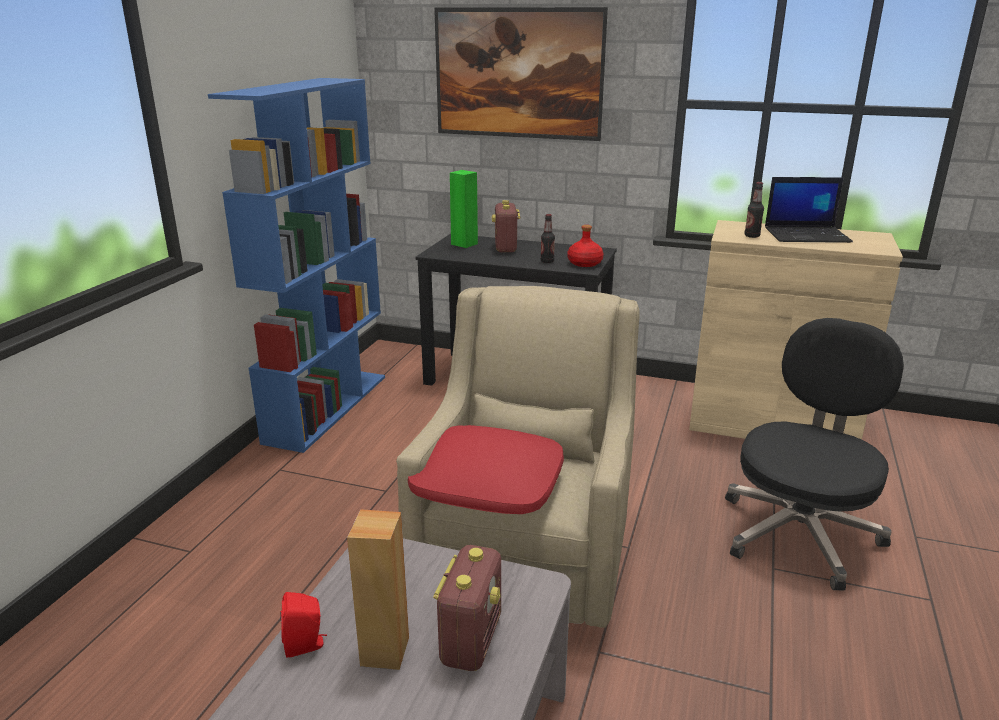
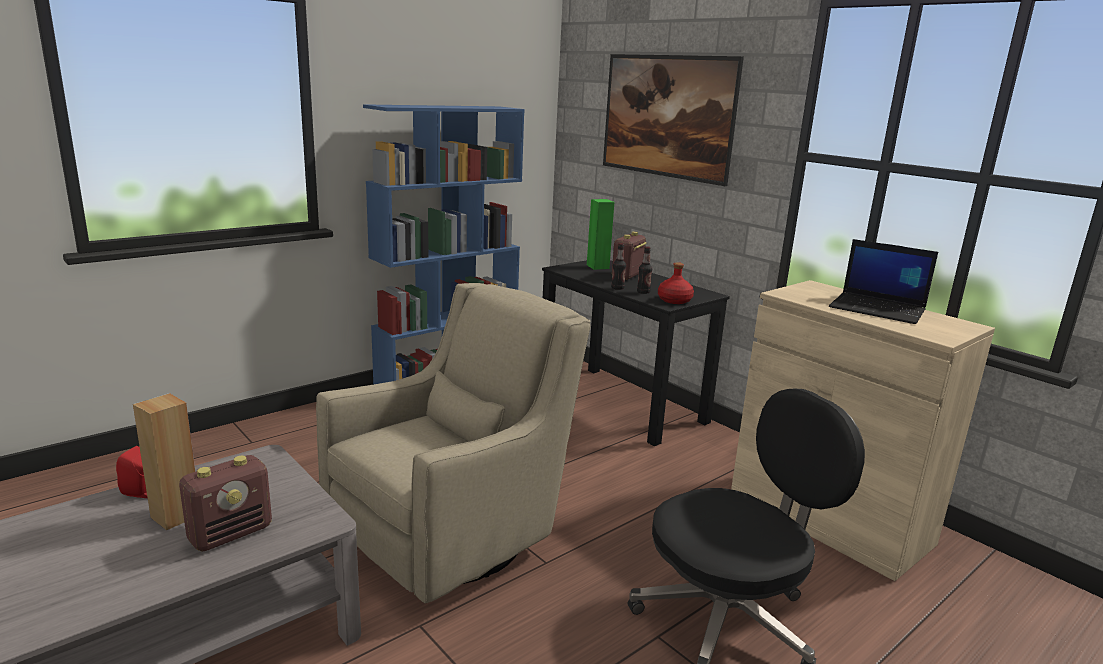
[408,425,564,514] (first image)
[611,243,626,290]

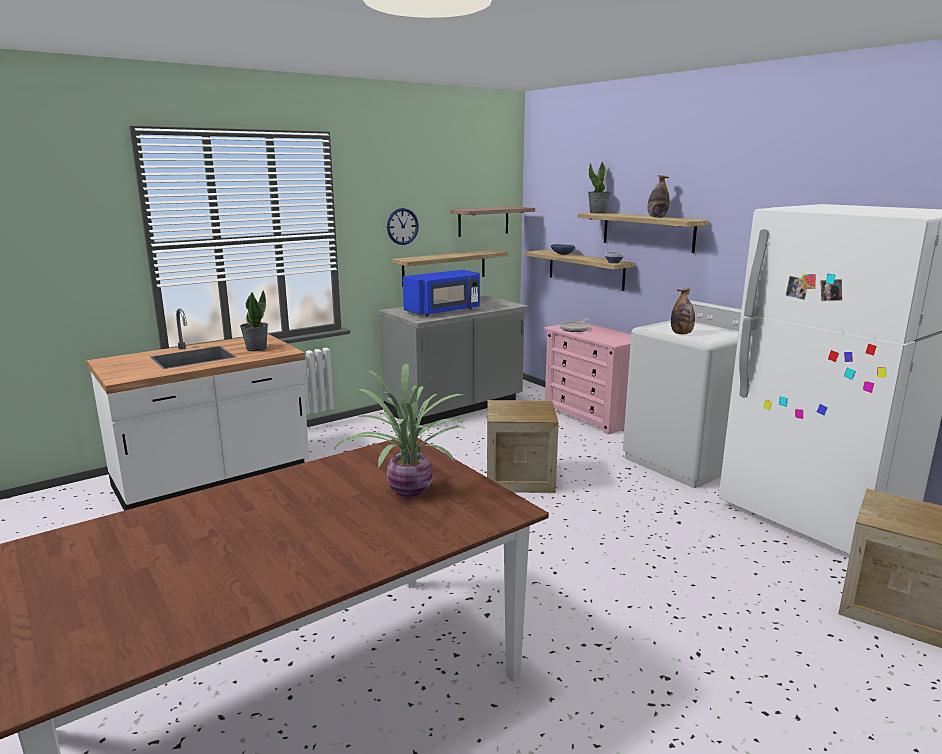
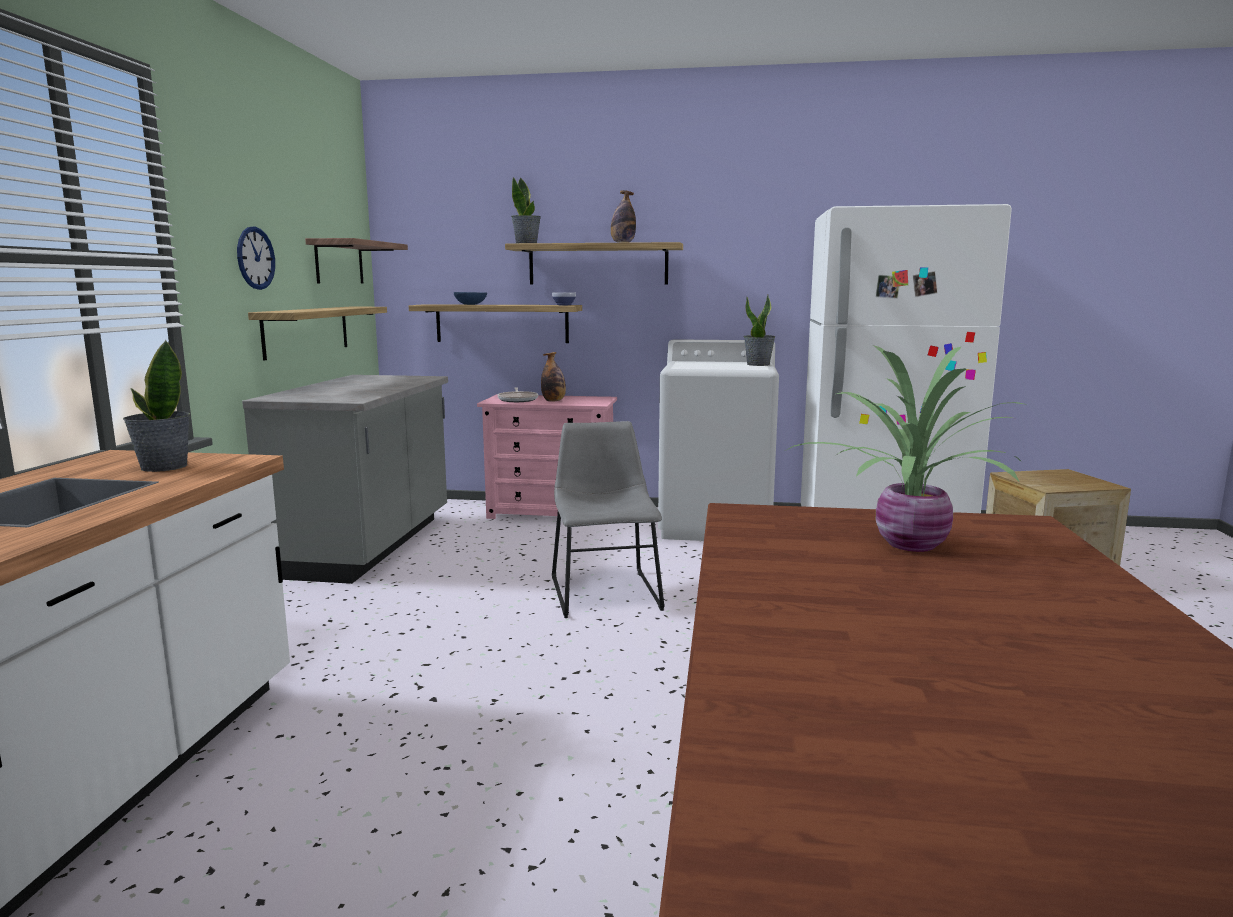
[403,270,480,316] (first image)
[744,295,775,366]
[541,352,566,402]
[552,421,665,618]

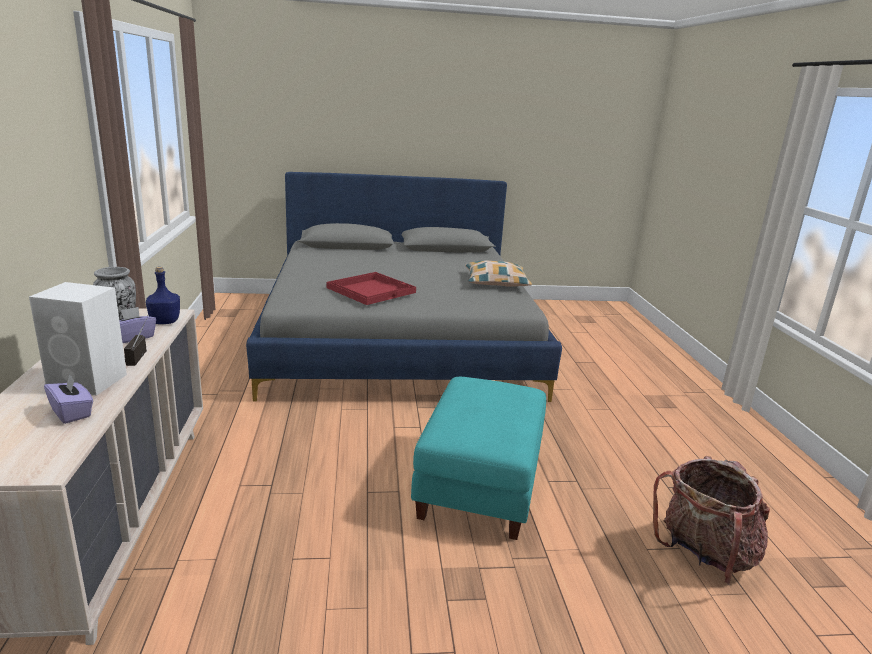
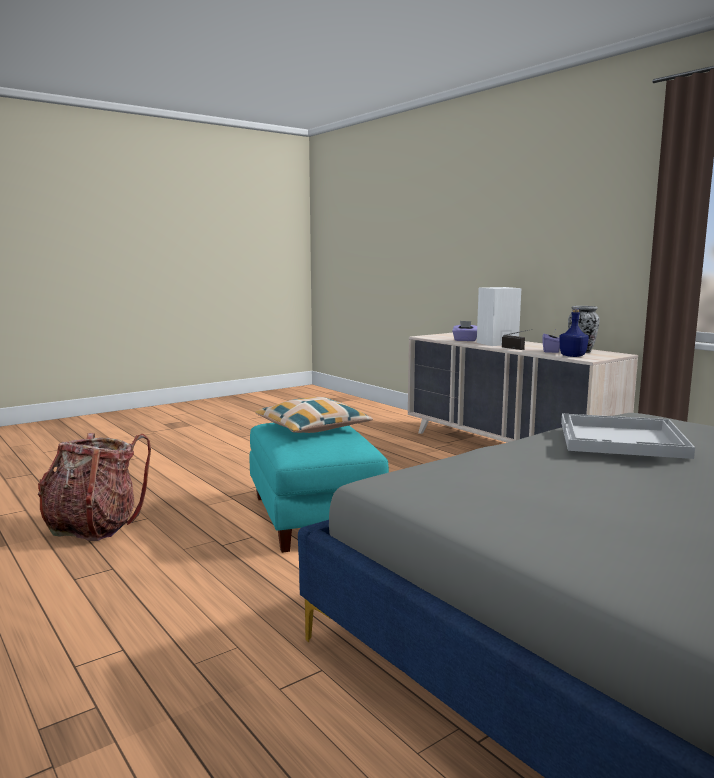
[255,397,373,433]
[561,414,695,459]

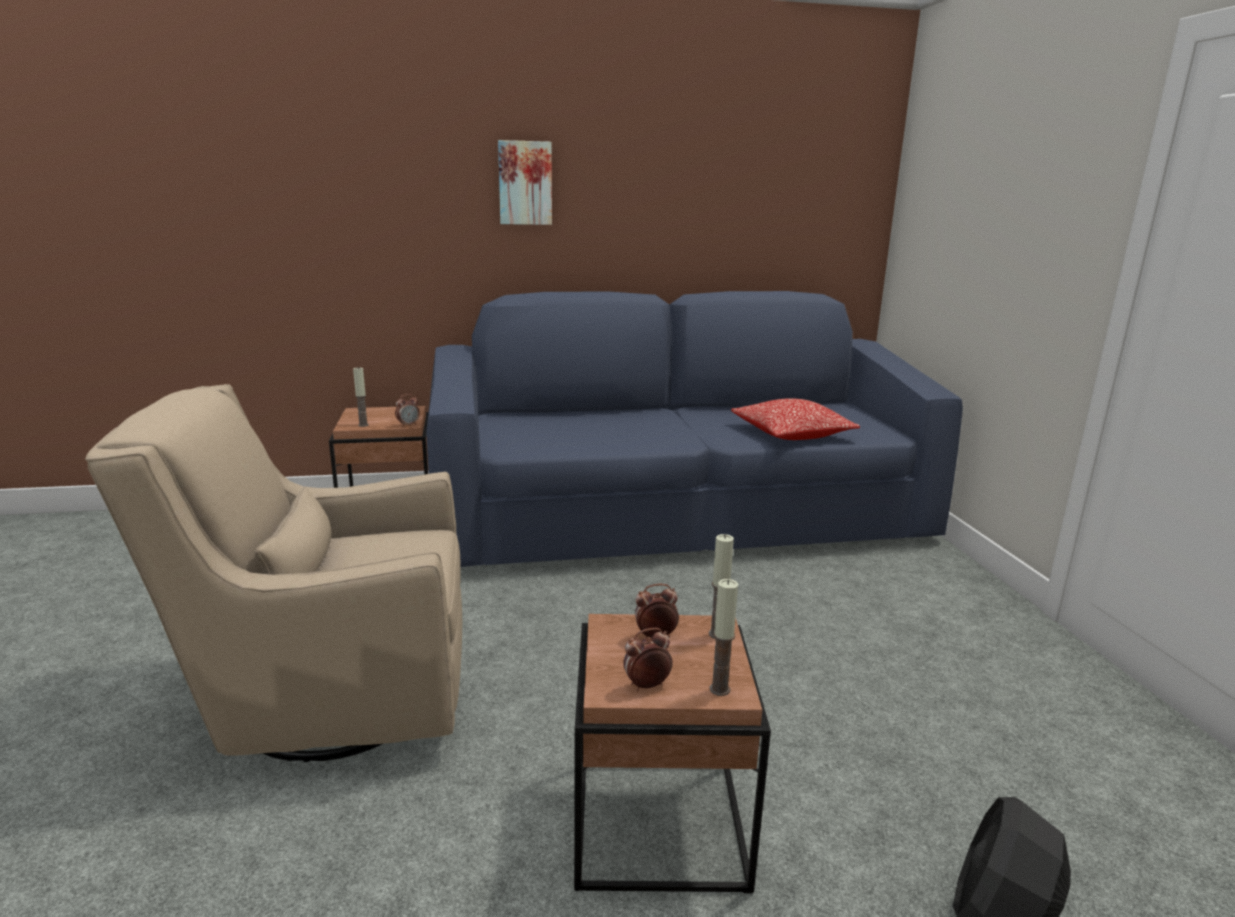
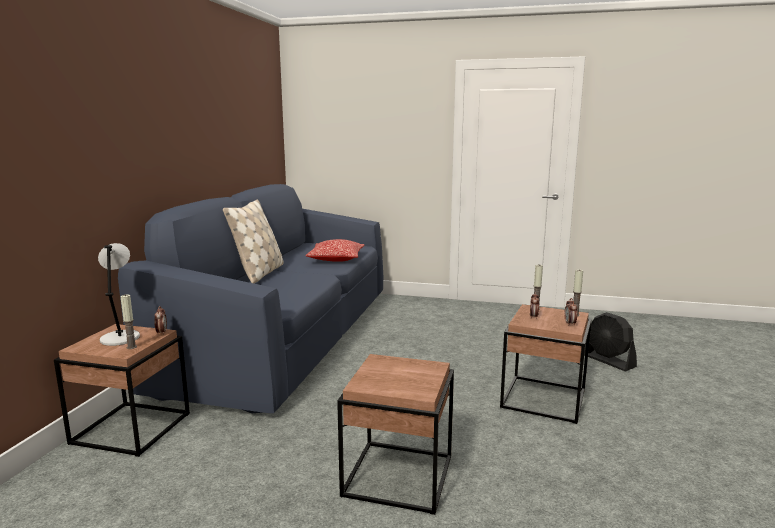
[498,140,552,225] (first image)
[98,243,140,346]
[223,199,284,283]
[337,354,454,515]

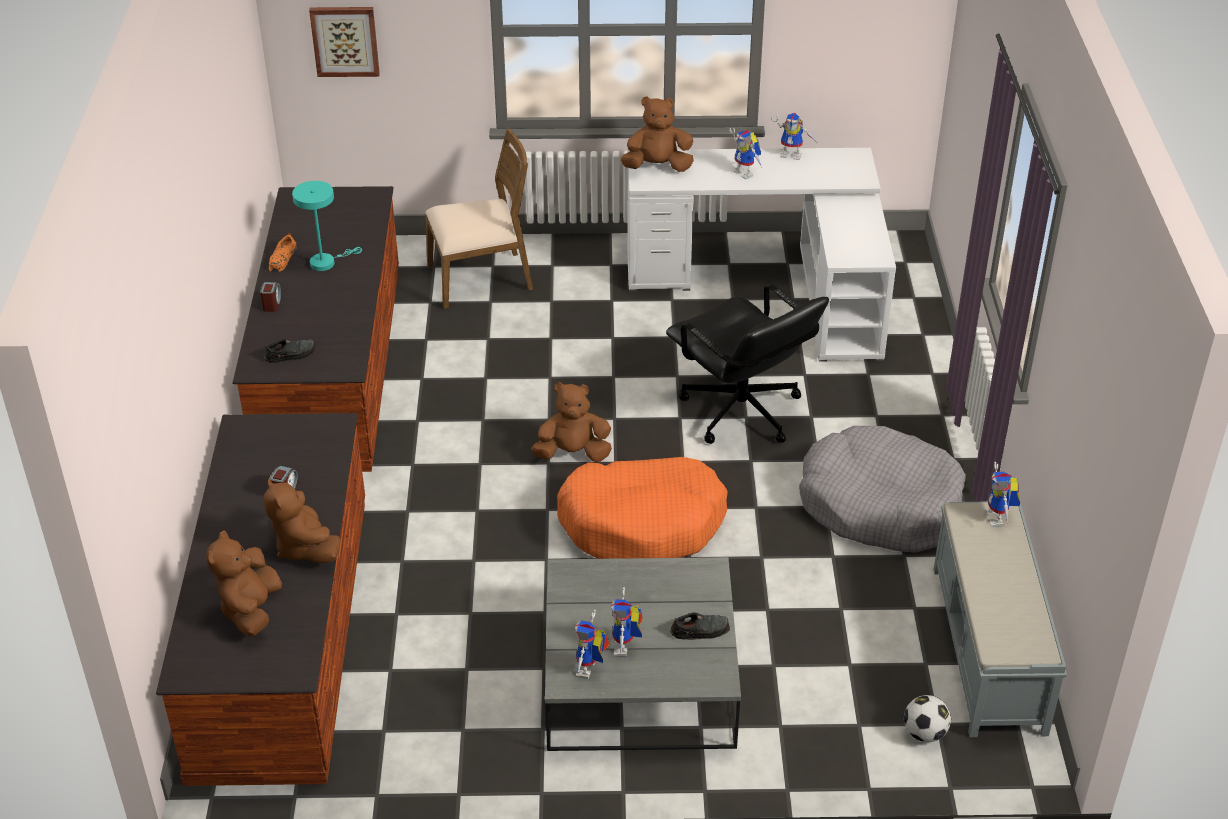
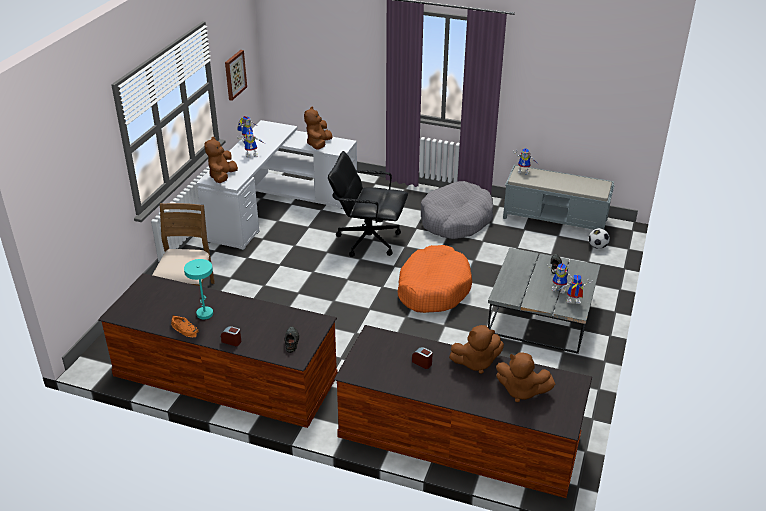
[225,50,247,101]
[304,107,333,150]
[557,275,593,304]
[328,151,408,257]

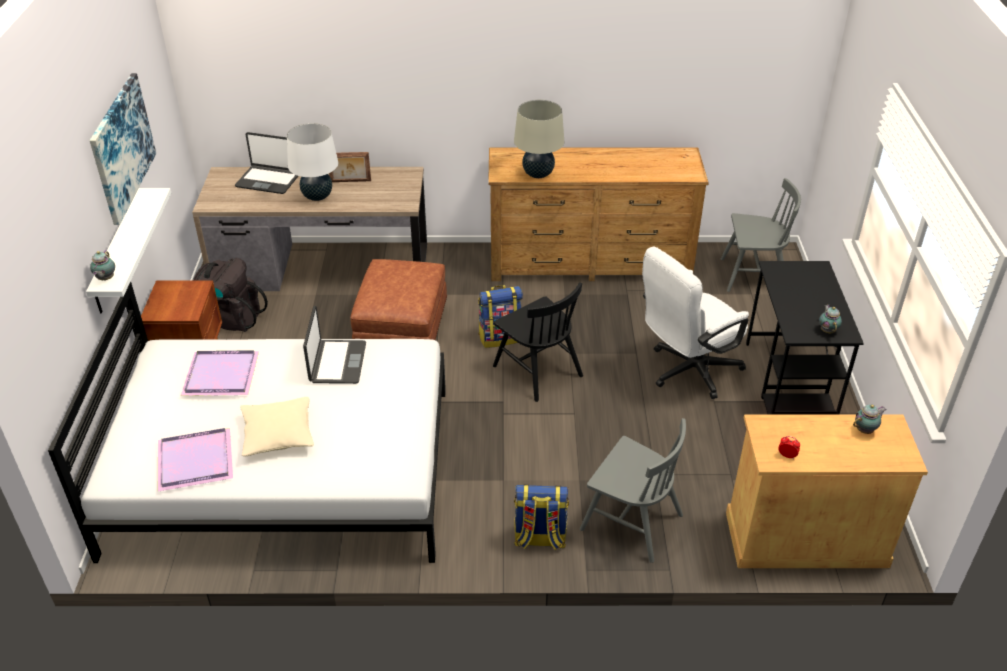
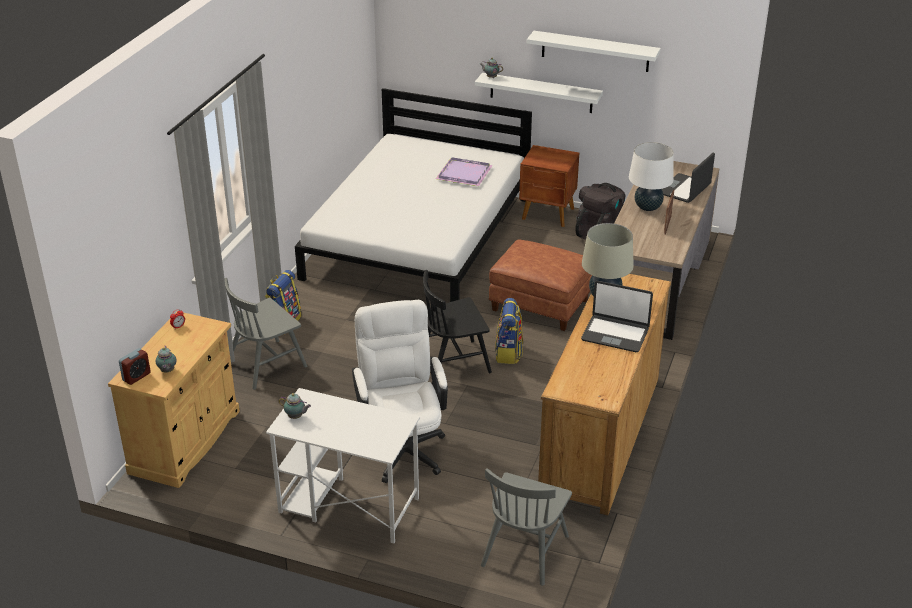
[158,428,233,491] (first image)
[240,397,314,457] (first image)
[119,348,151,385]
[581,281,653,352]
[527,31,661,72]
[266,388,420,543]

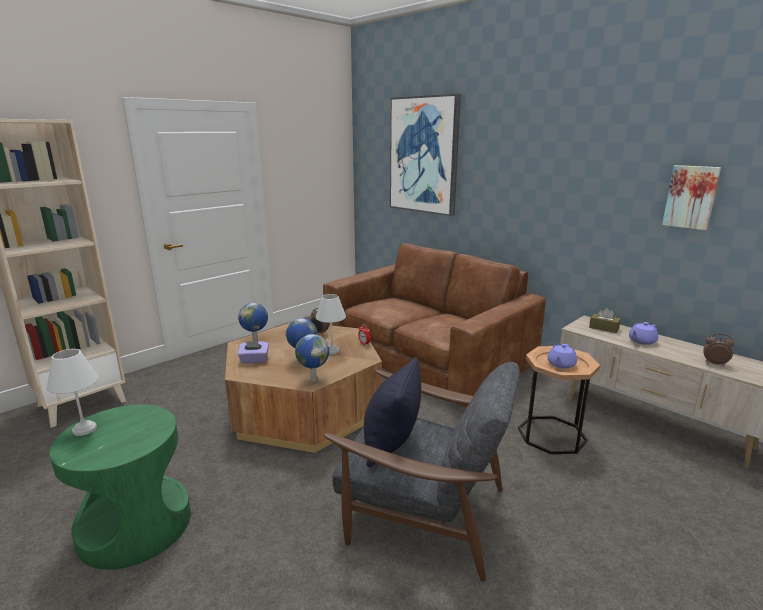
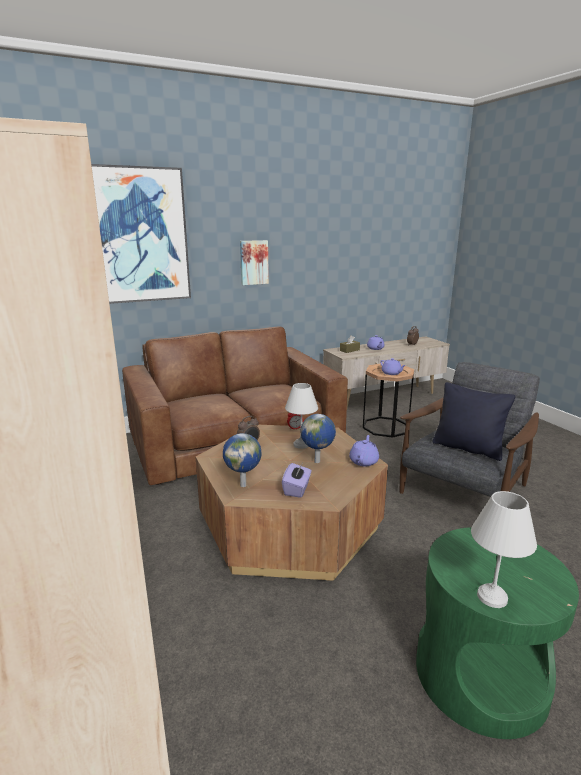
[240,240,269,285]
[349,435,379,466]

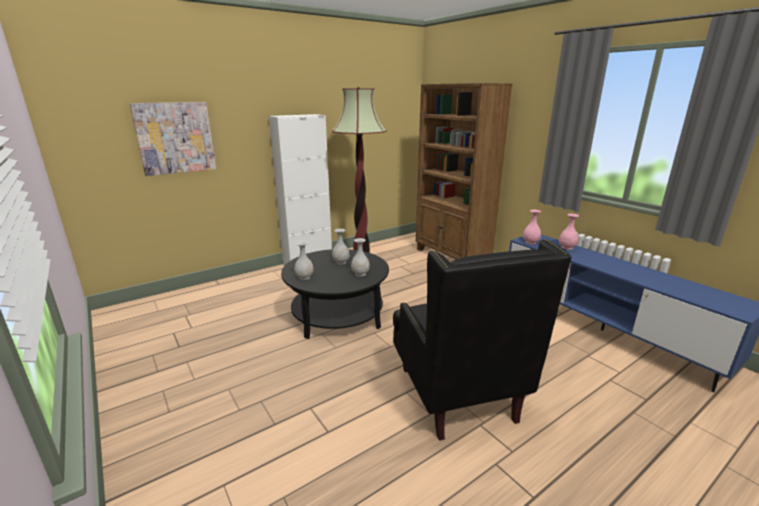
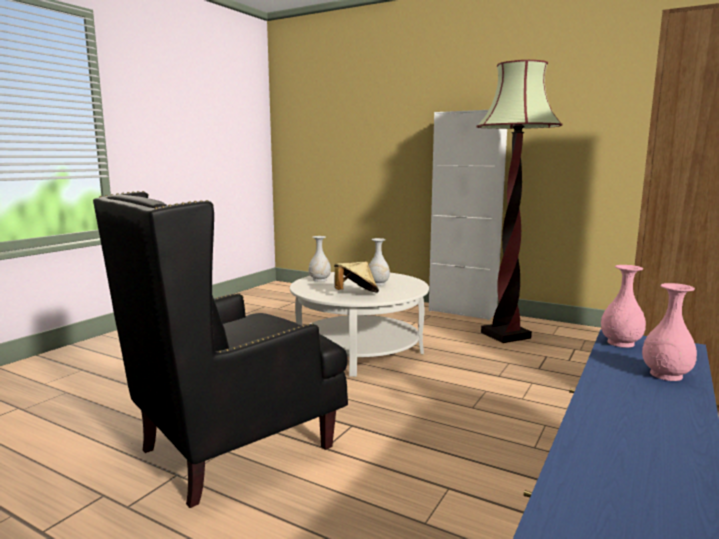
[130,102,216,176] (first image)
[334,262,379,293]
[290,272,429,377]

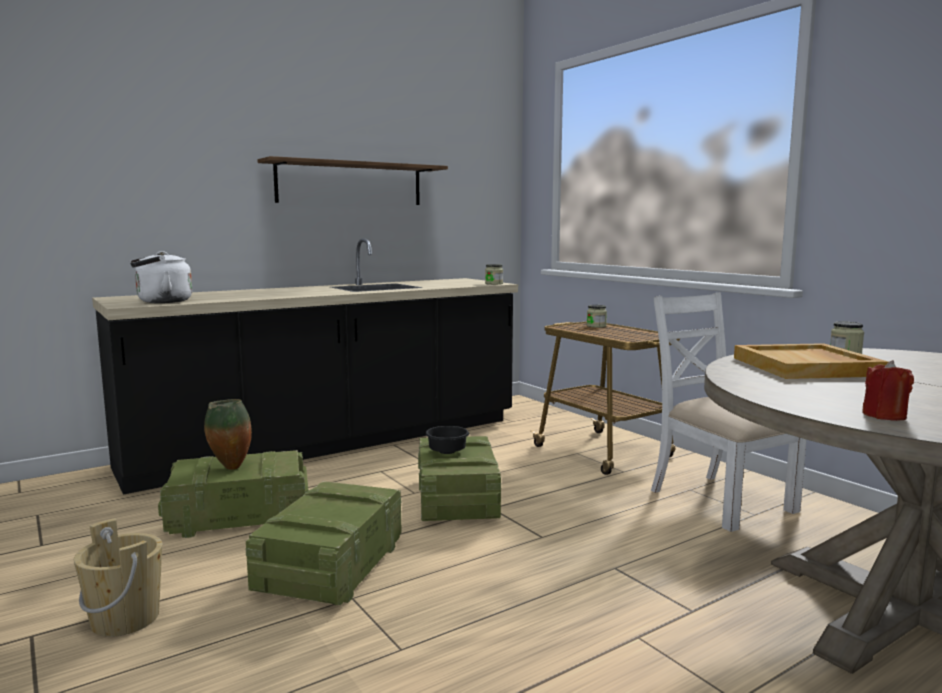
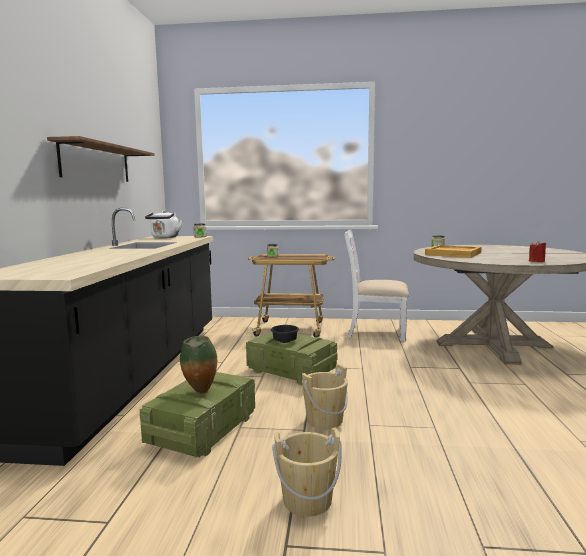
[145,211,183,238]
[302,364,348,429]

